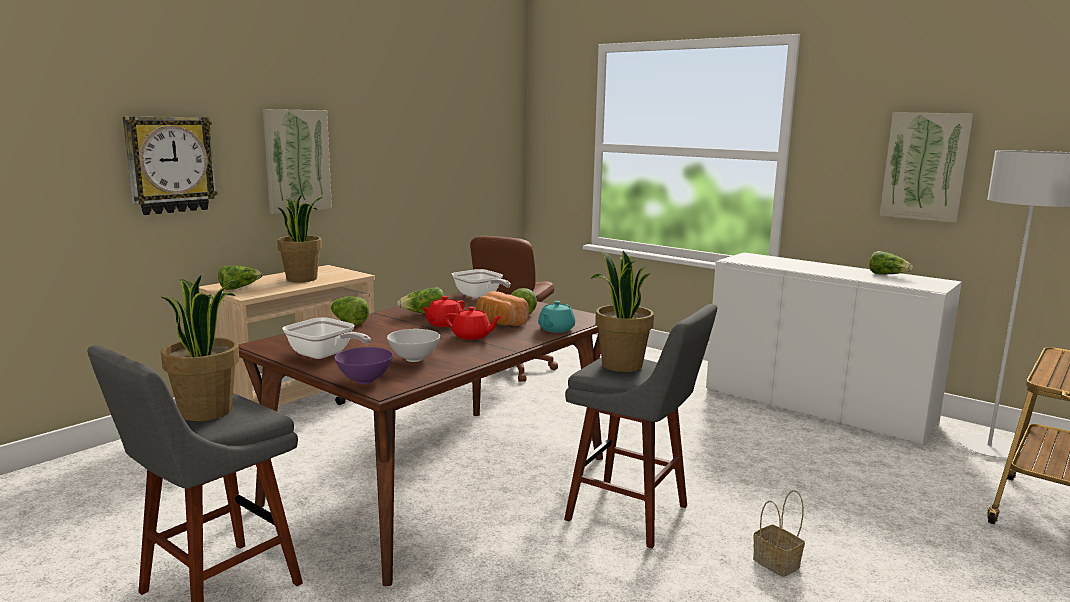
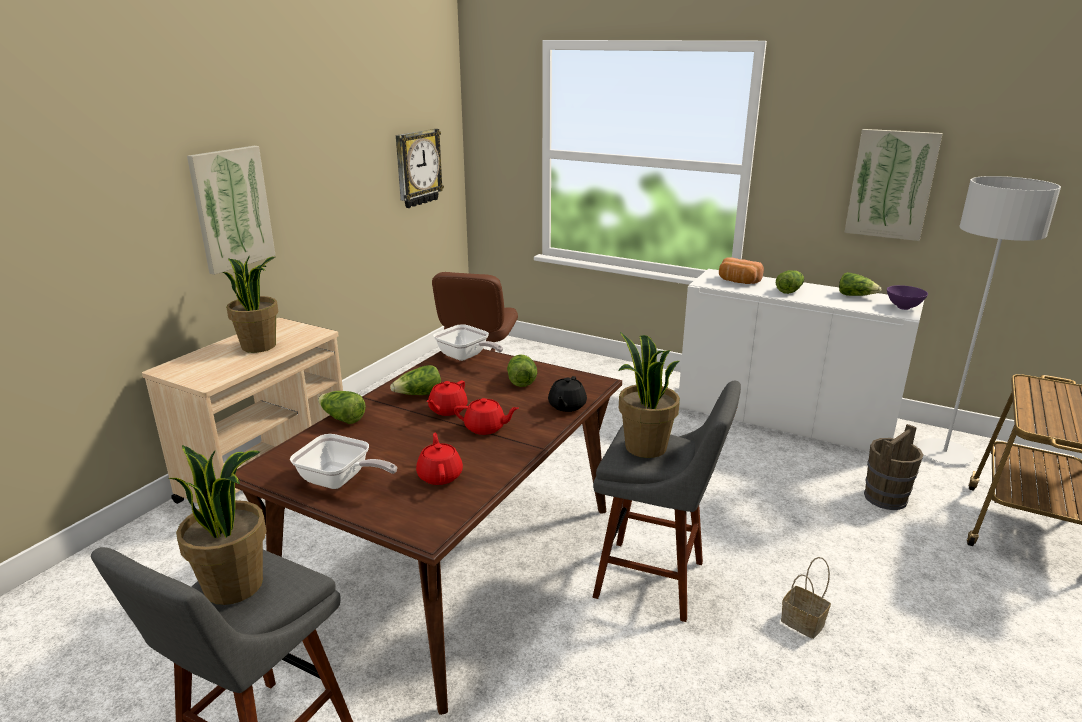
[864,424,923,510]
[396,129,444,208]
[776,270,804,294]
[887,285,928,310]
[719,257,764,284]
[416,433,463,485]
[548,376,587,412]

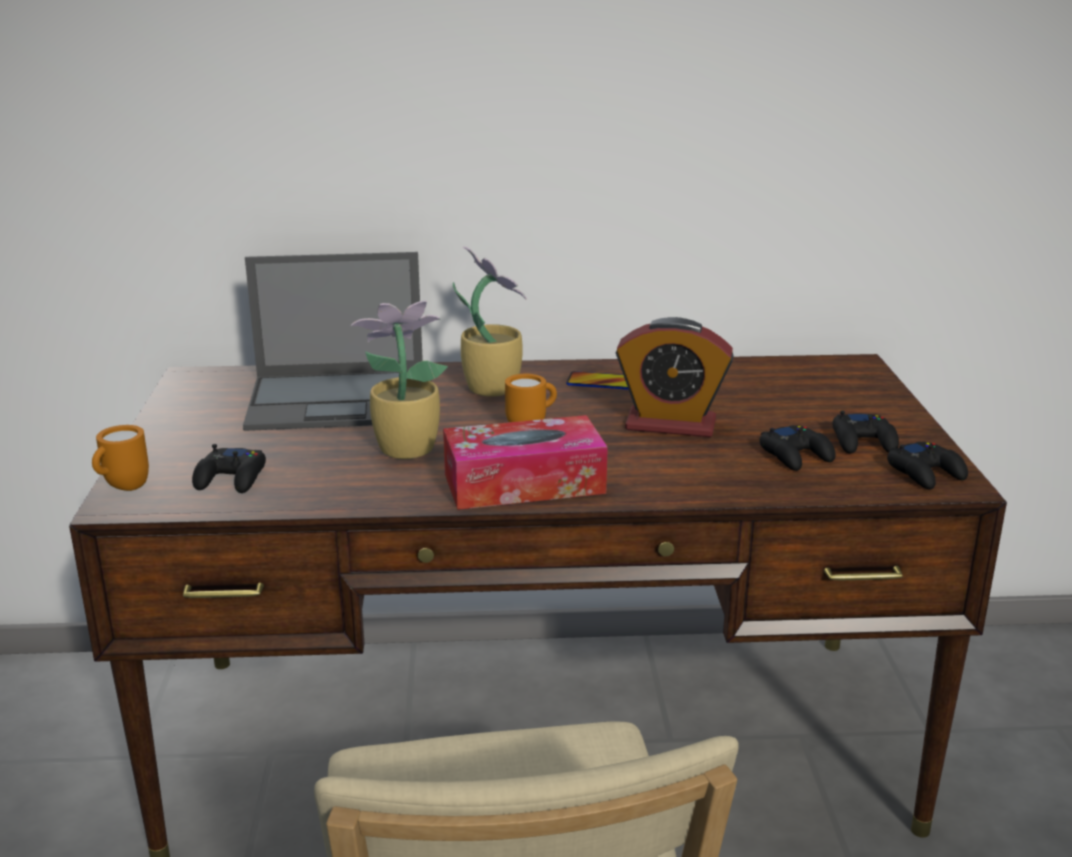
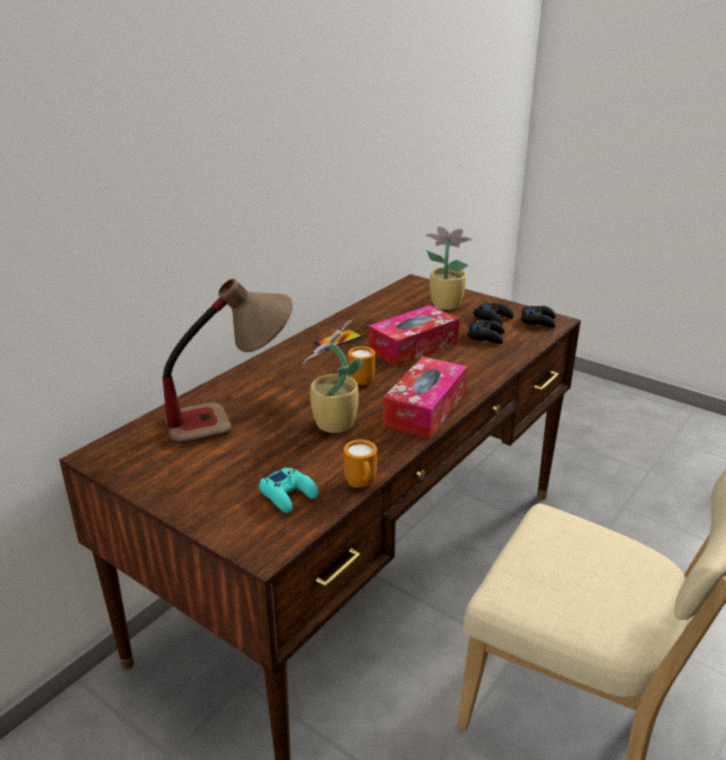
[344,439,377,488]
[425,227,473,310]
[162,279,293,445]
[369,305,459,367]
[259,467,318,513]

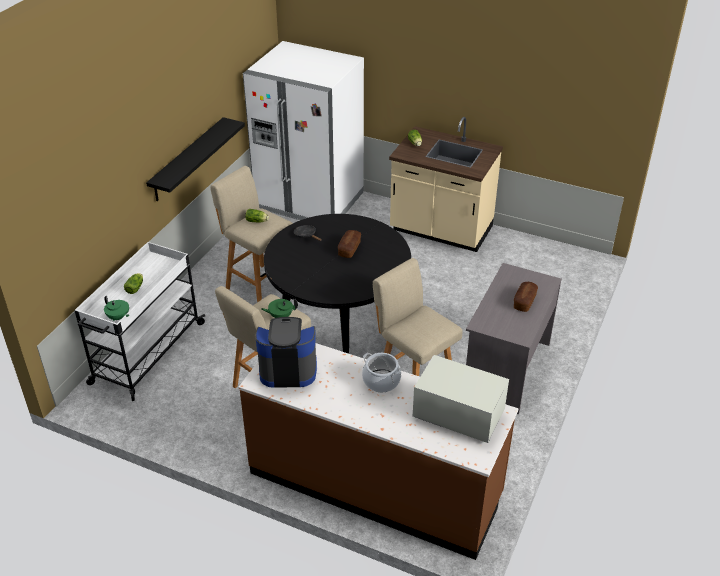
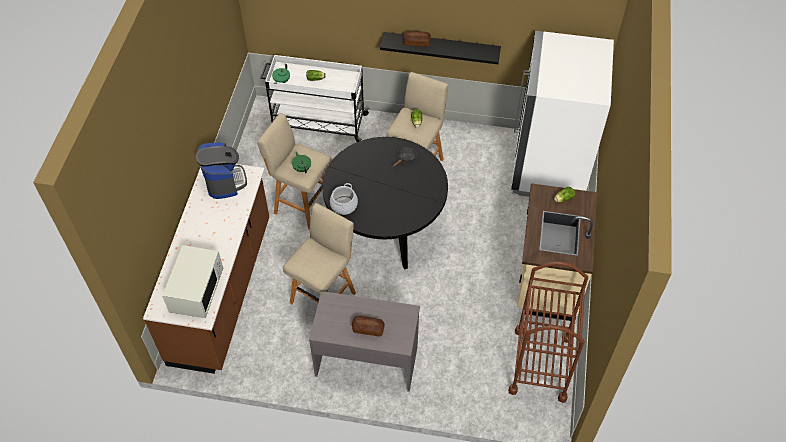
[508,262,588,403]
[403,31,431,47]
[330,183,358,215]

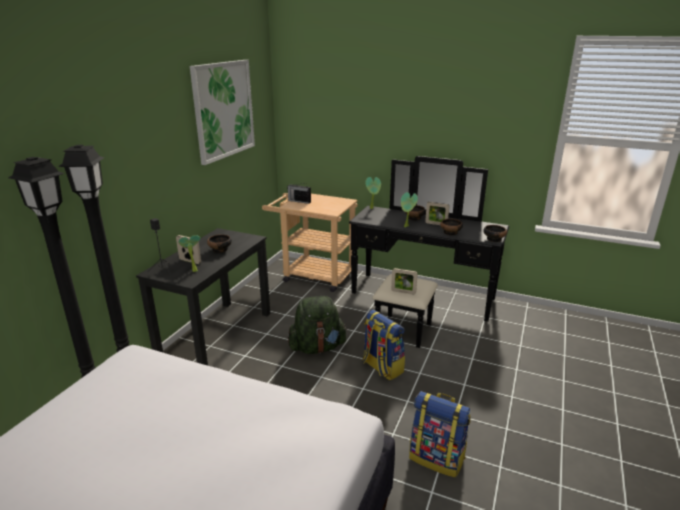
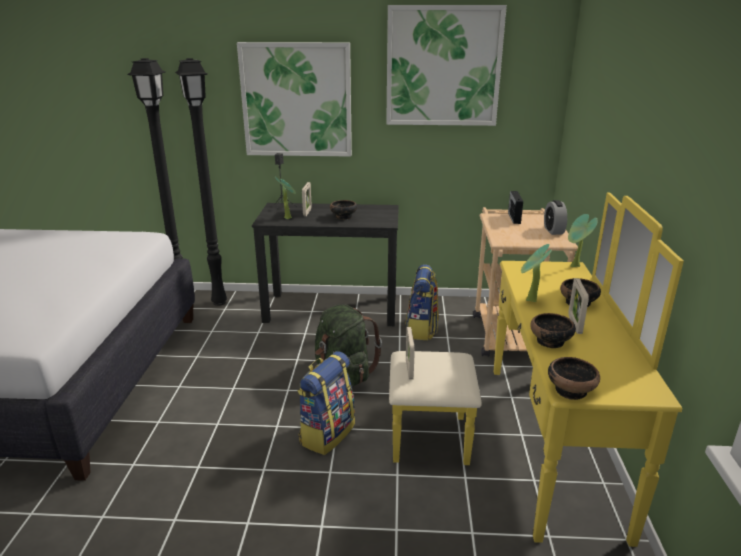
[237,42,352,157]
[544,200,567,235]
[406,264,439,340]
[389,192,684,547]

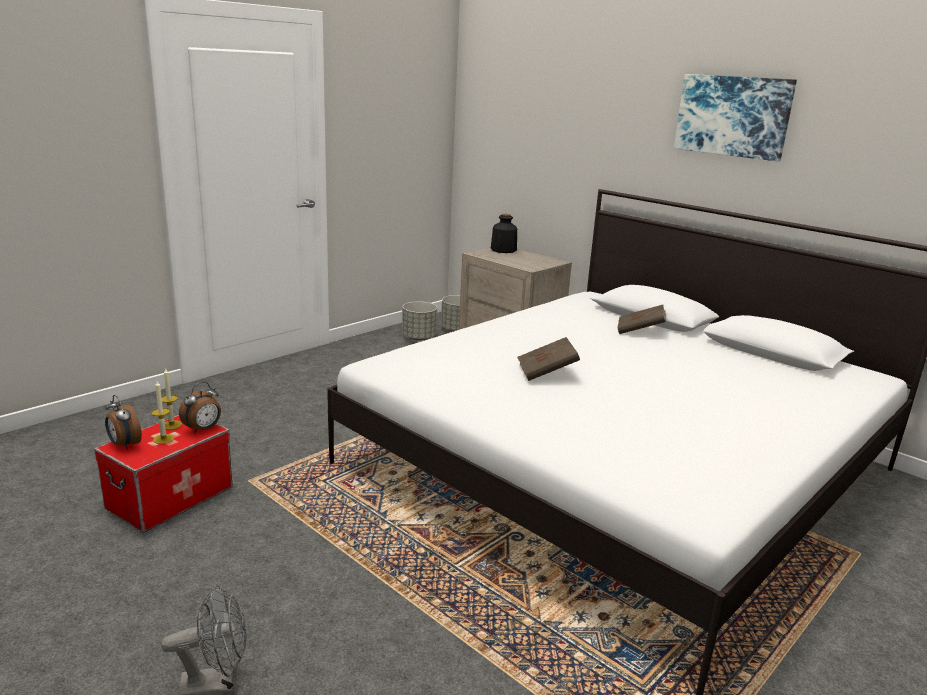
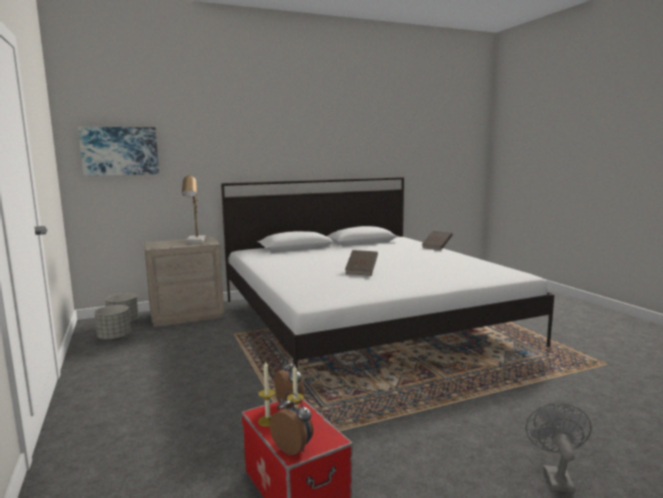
[491,214,517,253] (first image)
[182,174,206,244]
[422,231,452,250]
[78,127,159,176]
[269,392,313,455]

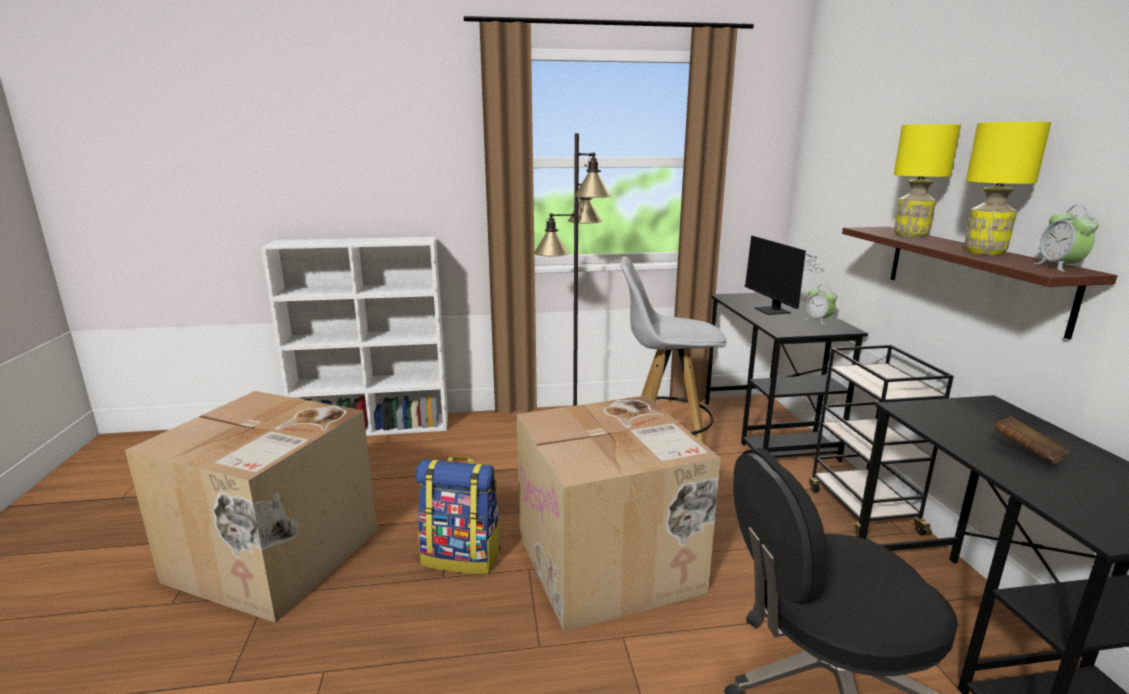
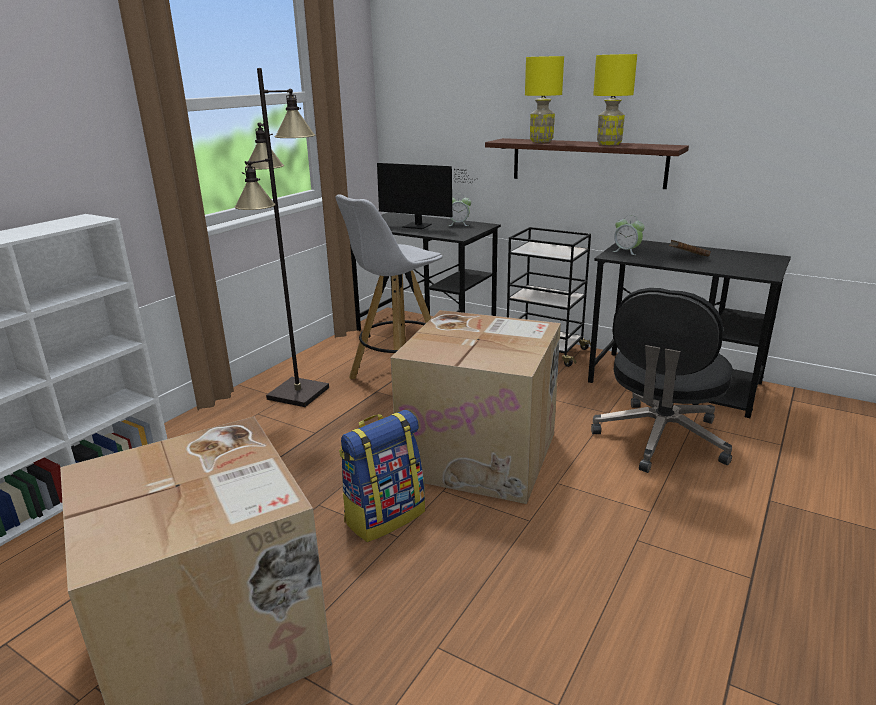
[613,215,645,255]

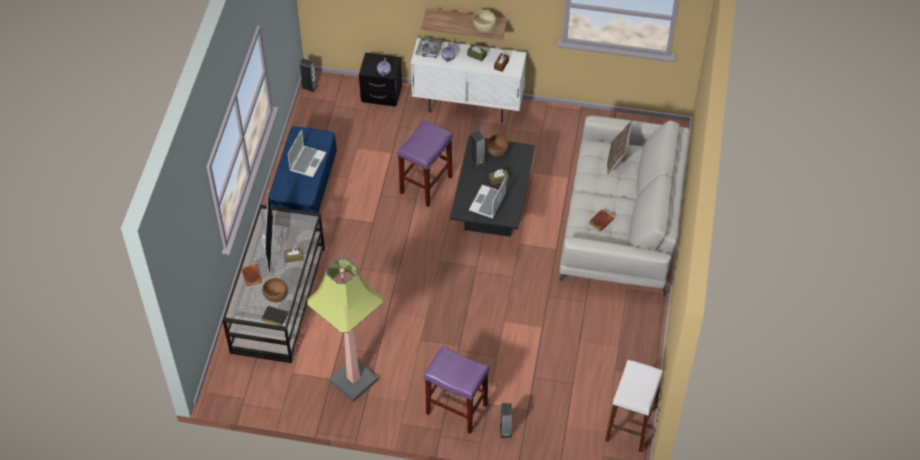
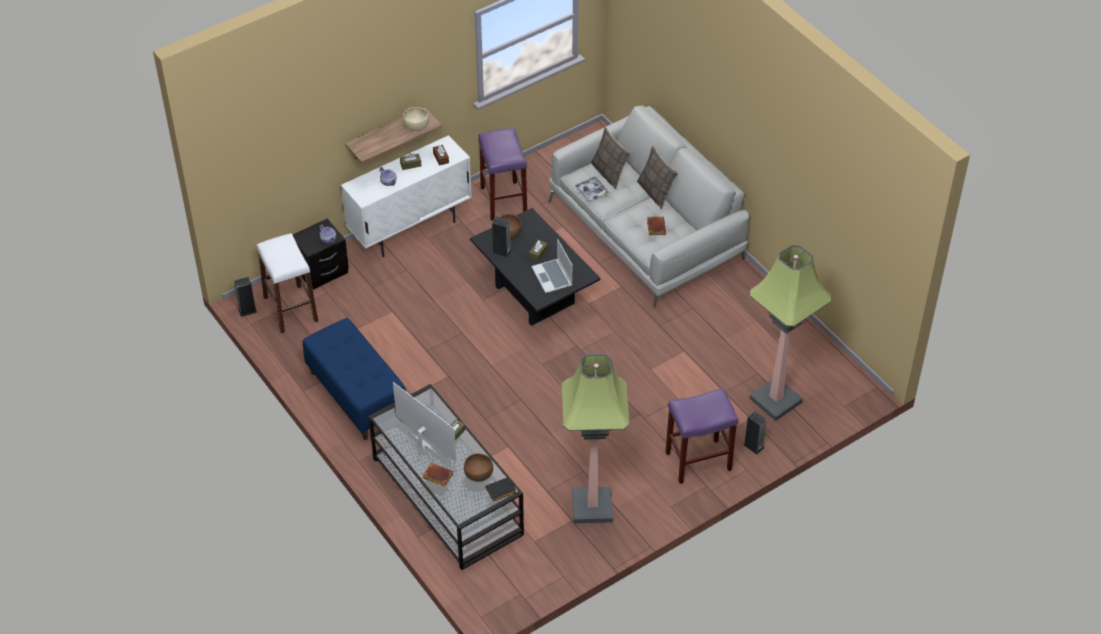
[288,130,326,177] (first image)
[637,146,678,209]
[749,245,831,421]
[478,128,527,221]
[574,177,610,202]
[257,233,319,334]

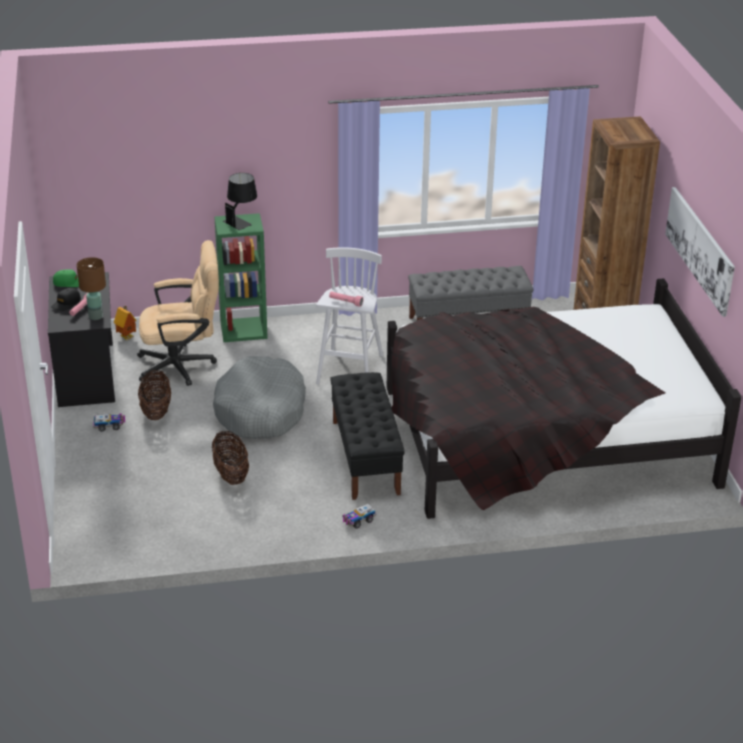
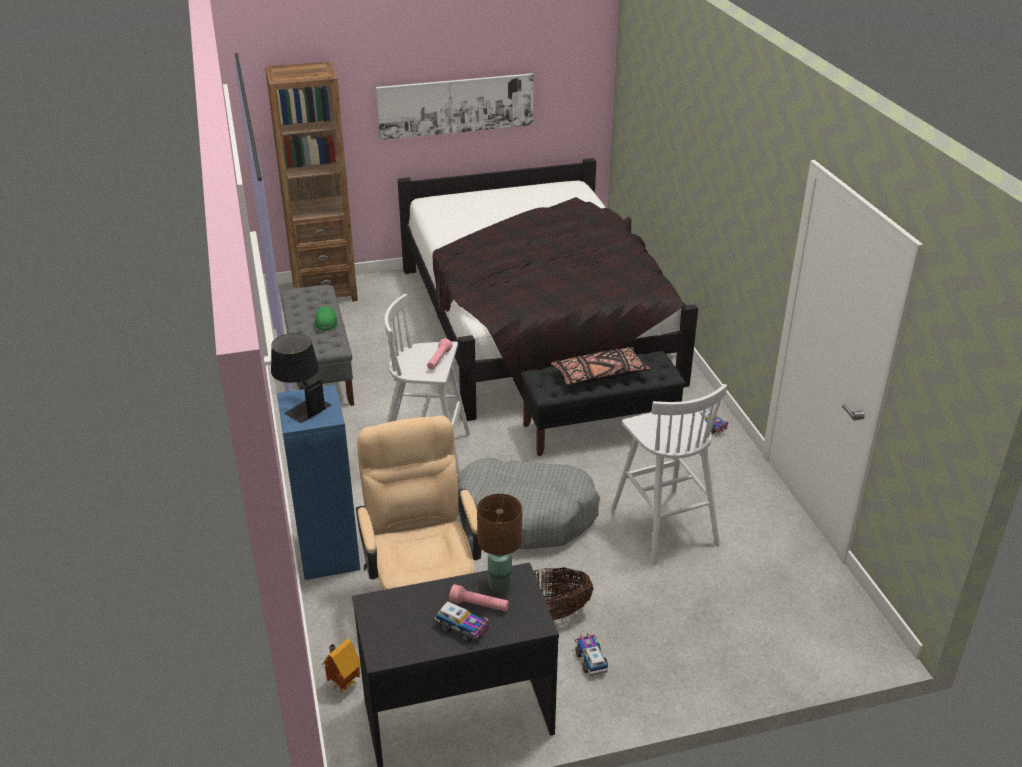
[551,347,650,386]
[315,306,337,331]
[434,601,489,643]
[612,384,727,566]
[277,385,360,580]

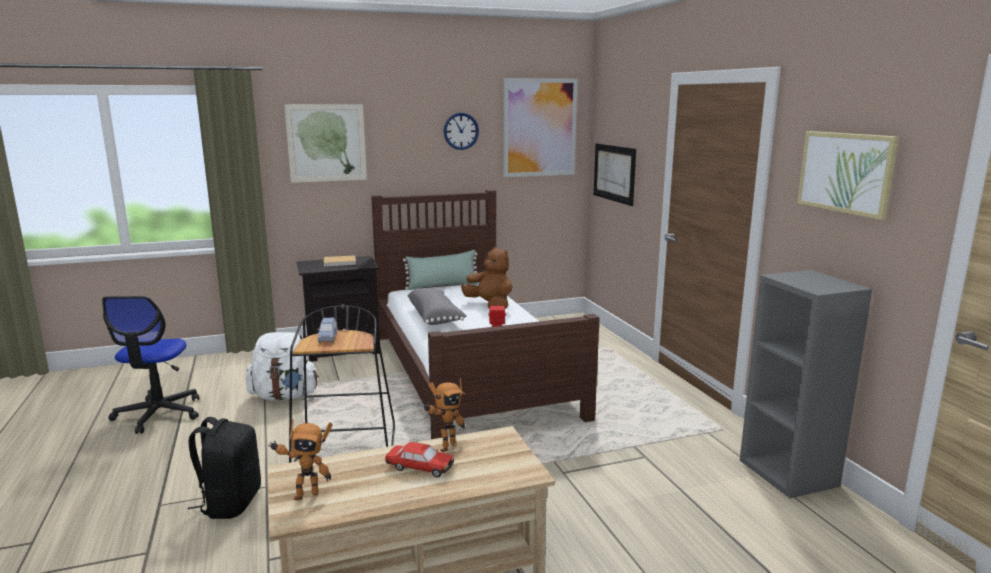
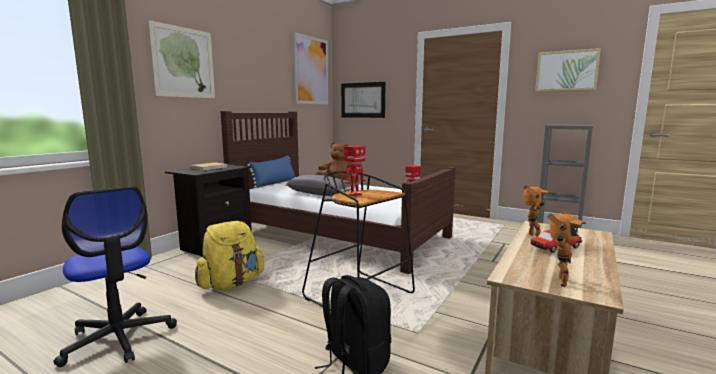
[443,113,479,150] (first image)
[344,146,366,197]
[195,221,264,290]
[247,155,295,188]

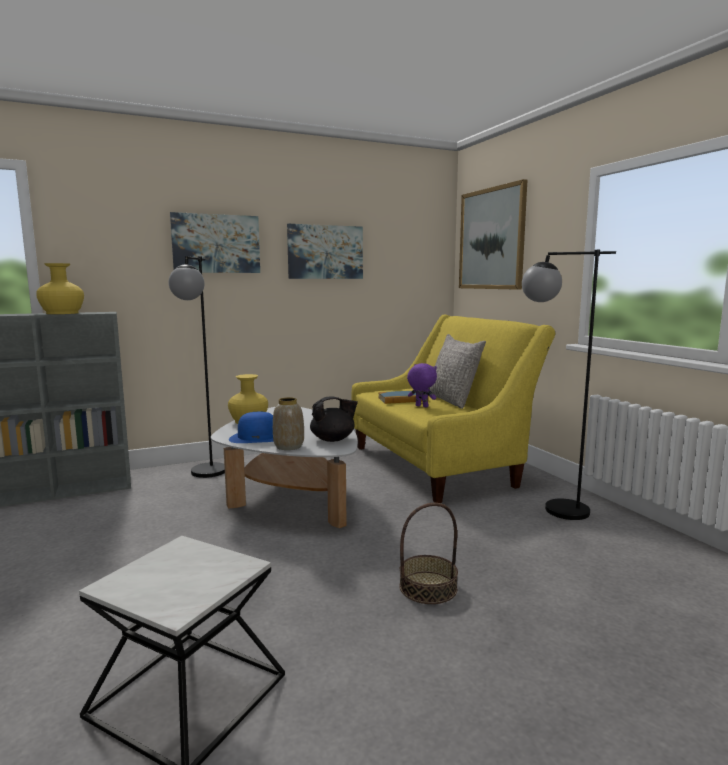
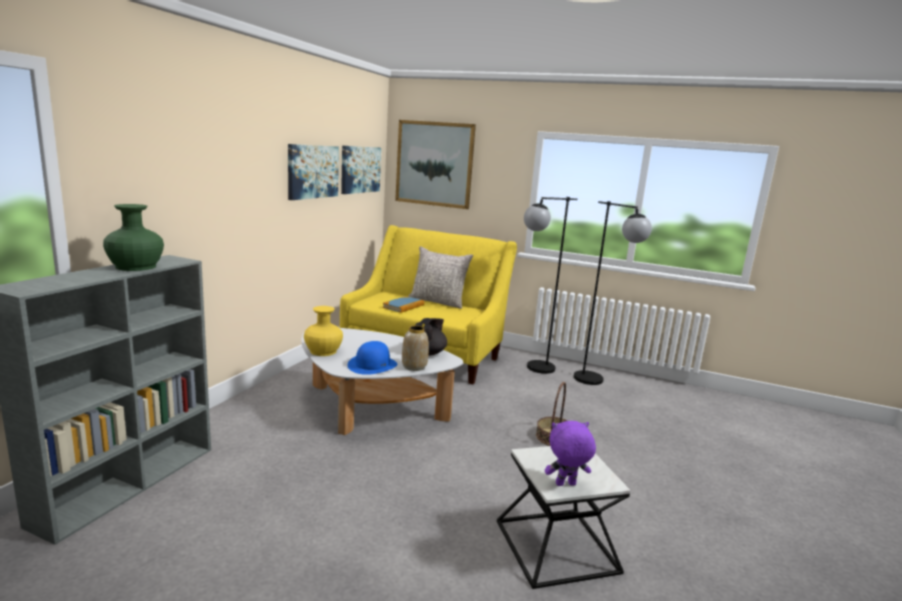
[574,201,652,385]
[341,145,381,194]
[545,421,596,486]
[103,204,164,271]

